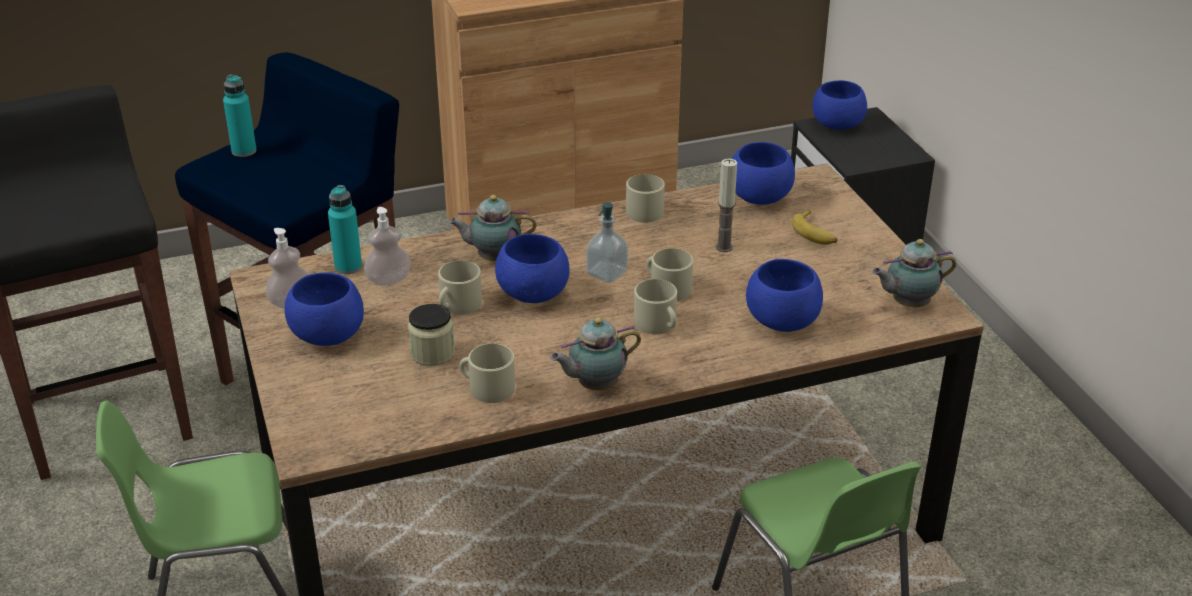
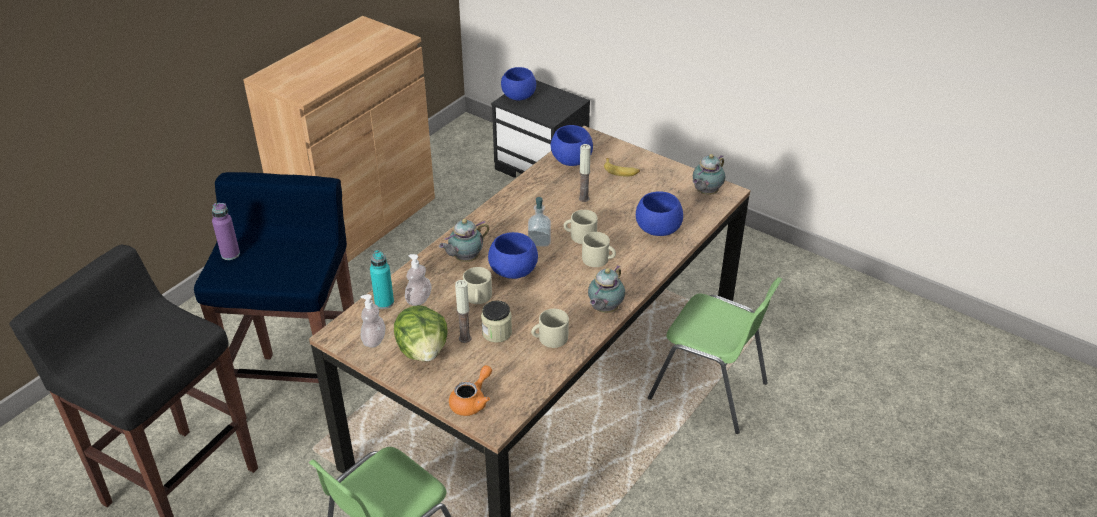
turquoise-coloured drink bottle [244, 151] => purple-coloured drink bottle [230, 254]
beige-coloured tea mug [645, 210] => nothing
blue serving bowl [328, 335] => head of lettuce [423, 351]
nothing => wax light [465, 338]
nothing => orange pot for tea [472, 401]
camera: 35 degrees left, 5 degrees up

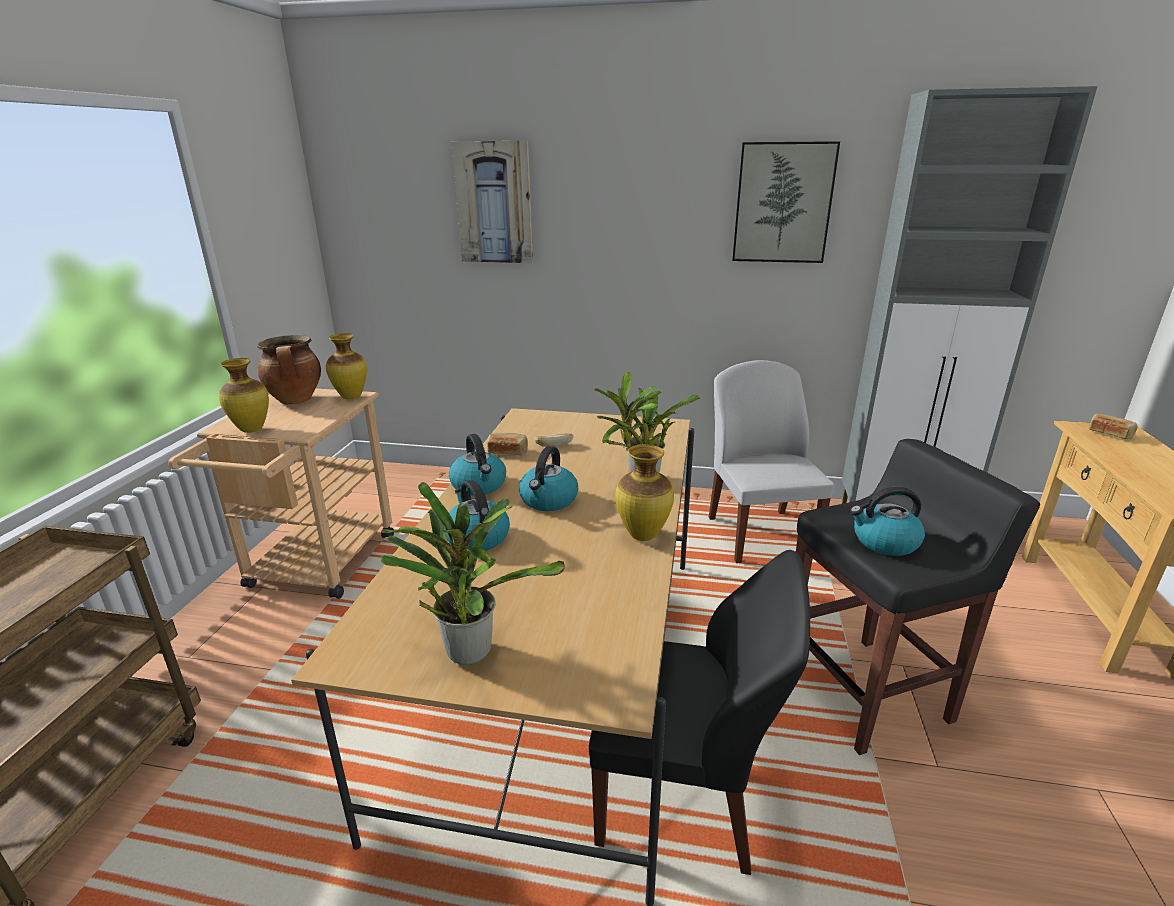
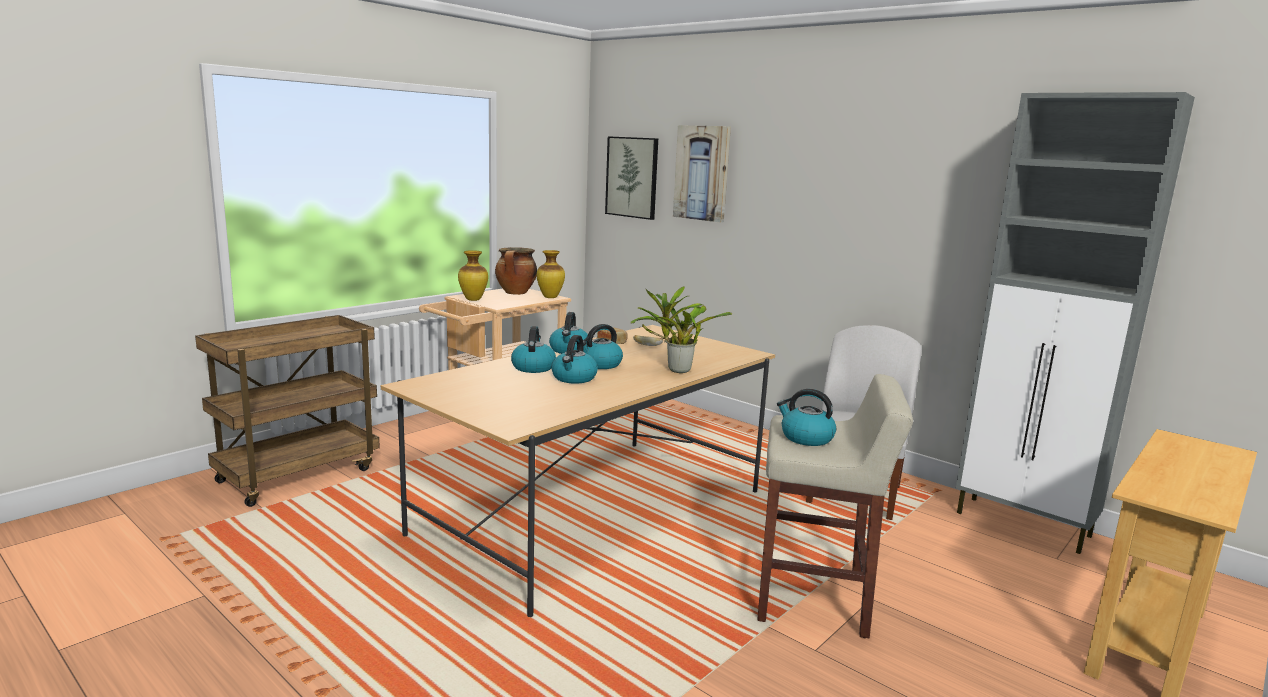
picture [783, 203] => picture [632, 177], shifted
bakery bread [1109, 433] => nothing
black-coloured sitting stool [866, 692] => beige-coloured sitting stool [814, 598]
decorative vase [642, 536] => nothing
houseplant [467, 648] => nothing
black-coloured upright chair [682, 796] => nothing
nothing => water kettle [574, 378]
camera: 30 degrees right, 10 degrees down

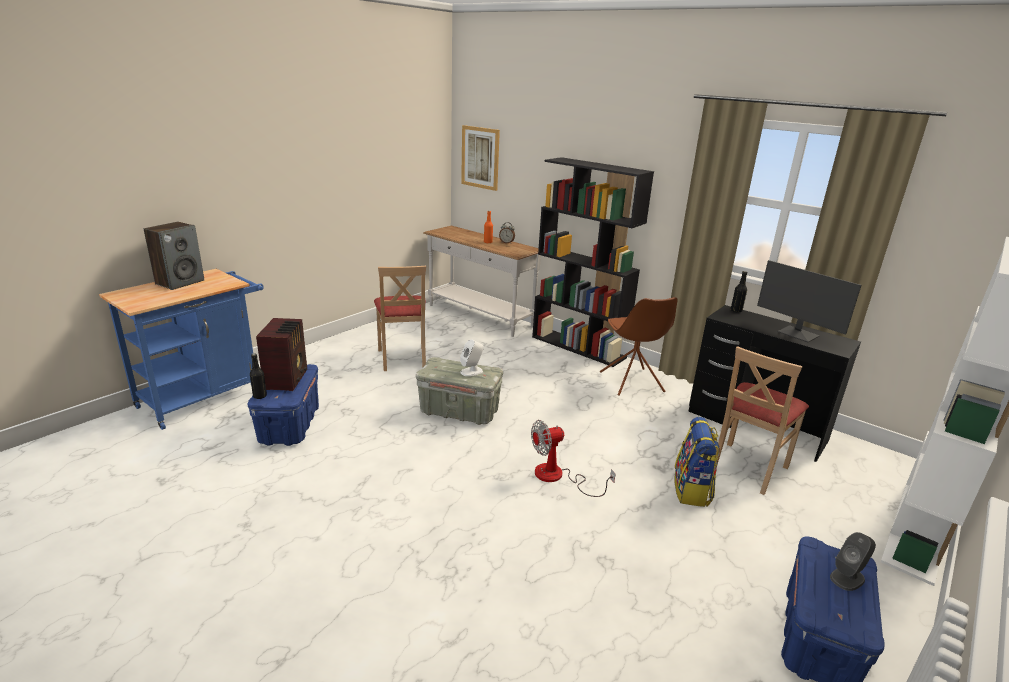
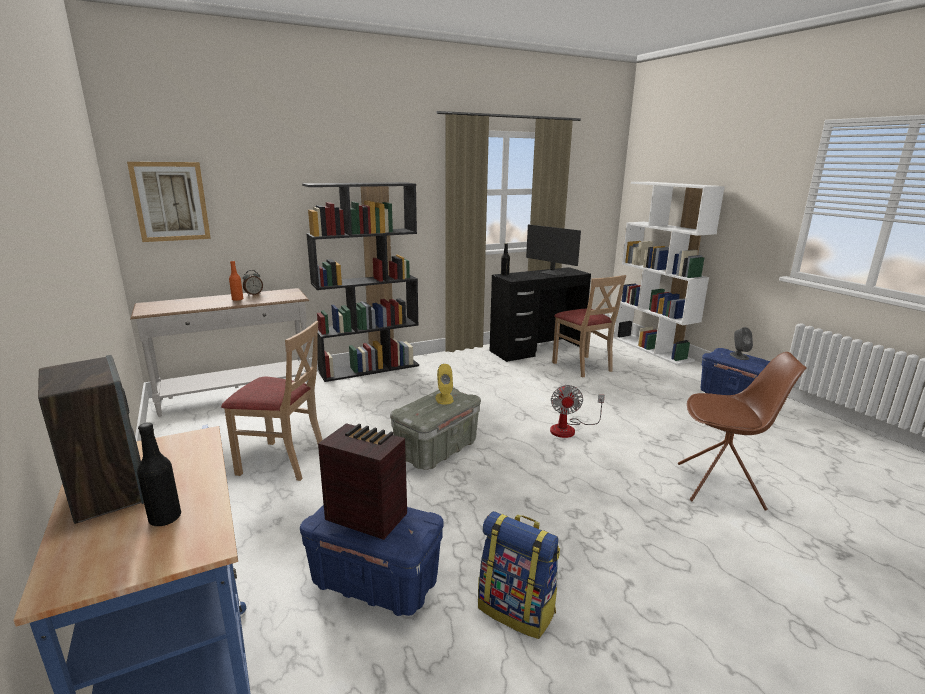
computer screen [797, 334] => computer screen [552, 273], 60 degrees clockwise
brown upright chair [631, 382] => brown upright chair [721, 486], shifted
white-coloured loudspeaker [472, 371] => yellow-coloured loudspeaker [444, 398]
black-coloured drink bottle [260, 396] => black-coloured drink bottle [165, 518], shifted
rucksack [692, 490] => rucksack [517, 610], shifted
camera: 65 degrees left, 5 degrees down

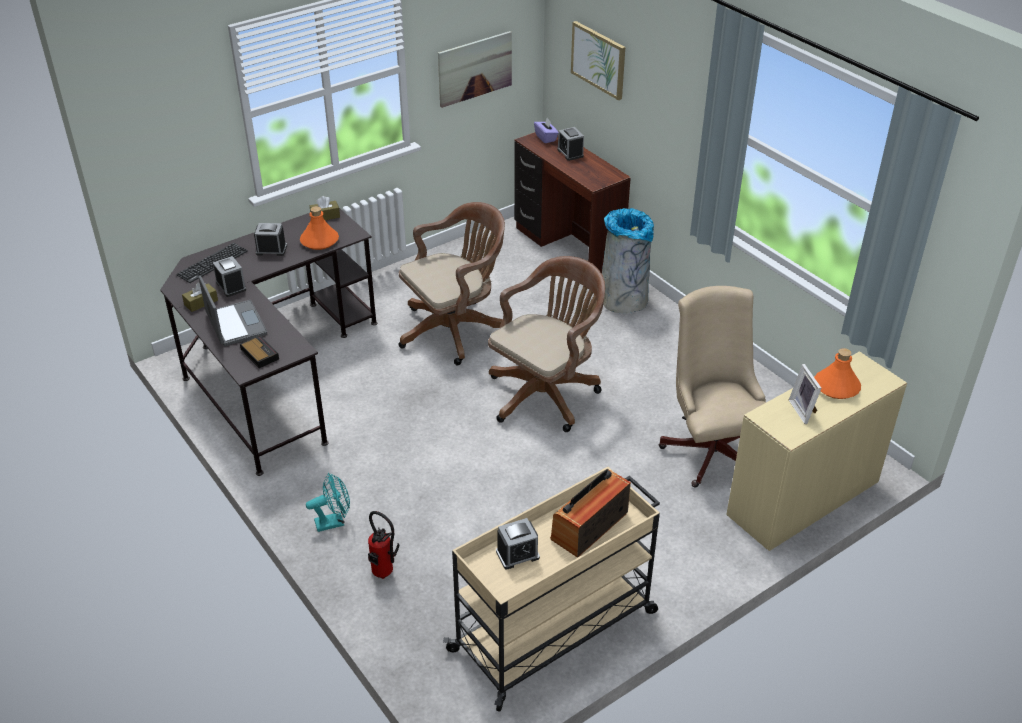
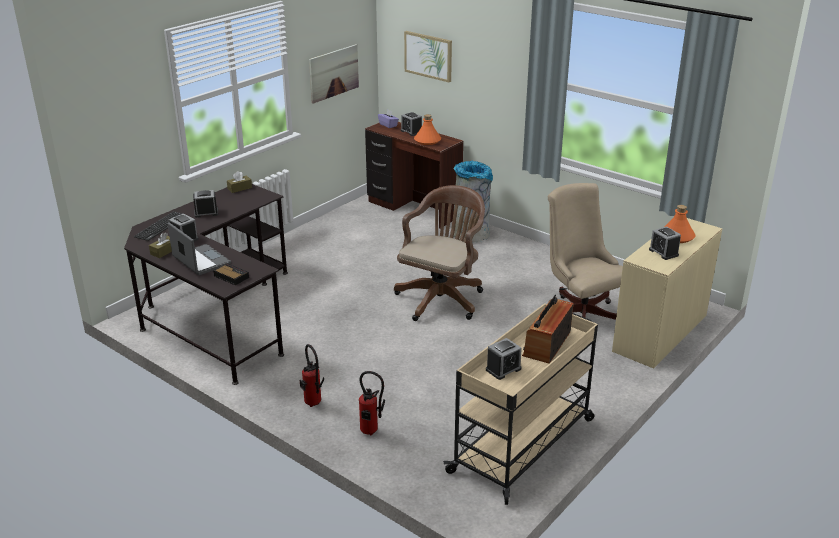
brown computer chair [455, 329] => nothing
orange drink bottle [320, 241] => orange drink bottle [427, 141], shifted
photo frame [804, 411] => table clock [663, 252]
turquoise-coloured fan [334, 522] => fire-fighting cylinder [313, 405]
camera: 15 degrees left, 10 degrees down

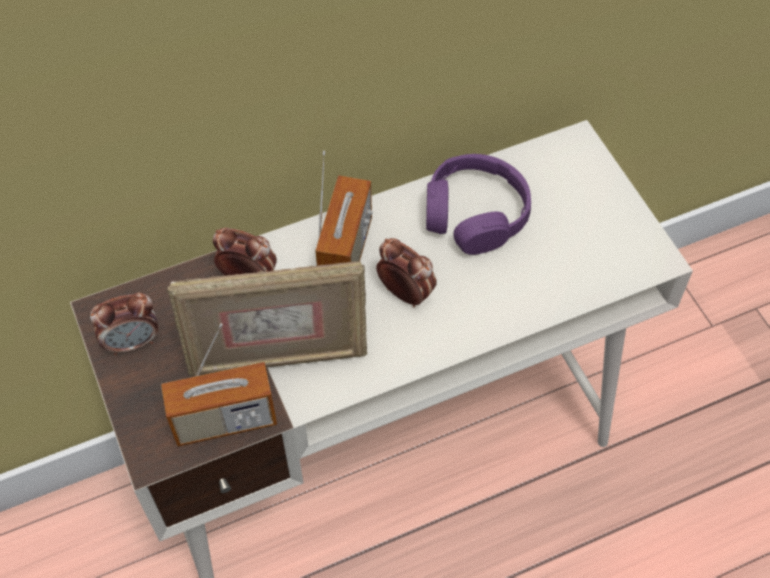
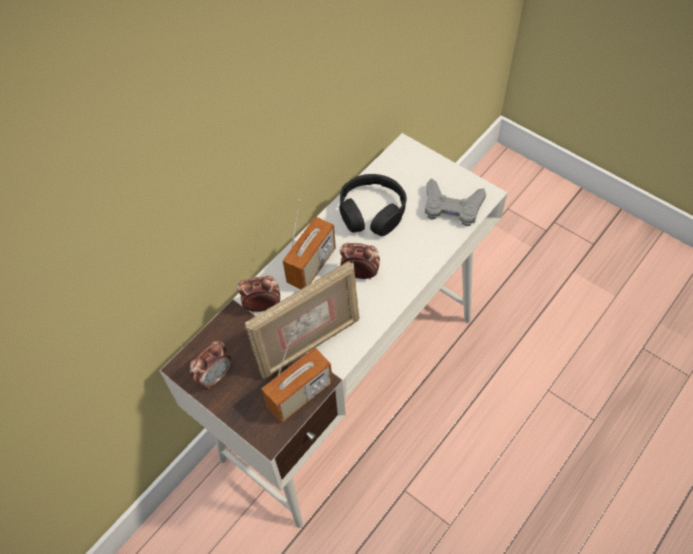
radio [346, 252] => radio [311, 266], 45 degrees clockwise
purple-coloured headphones [474, 214] => black-coloured headphones [372, 212]
nothing => gray joypad [452, 207]
camera: 25 degrees left, 0 degrees up

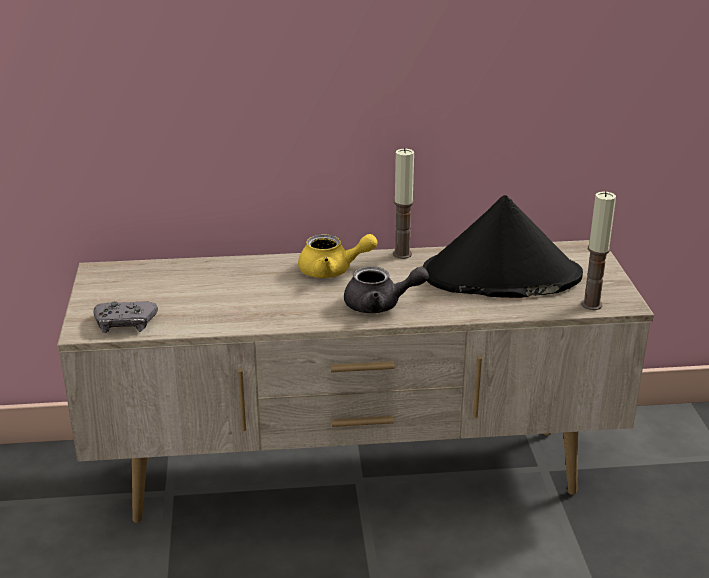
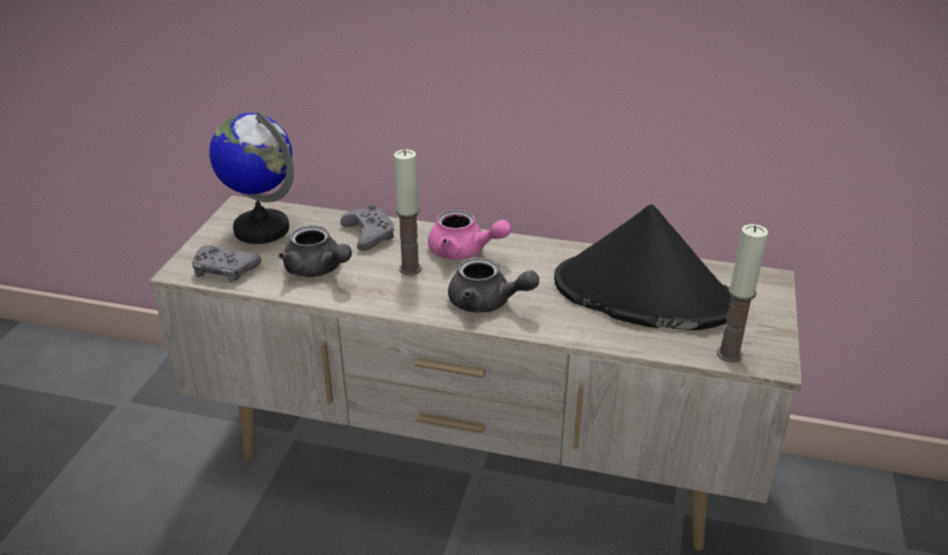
wax light [402, 254] => wax light [410, 269], shifted
yellow-coloured pot for tea [332, 271] => pinkish pot for tea [464, 251]
nothing => globe [261, 229]
nothing => gray joypad [369, 234]
nothing => gray pot for tea [318, 270]
camera: 20 degrees right, 5 degrees up

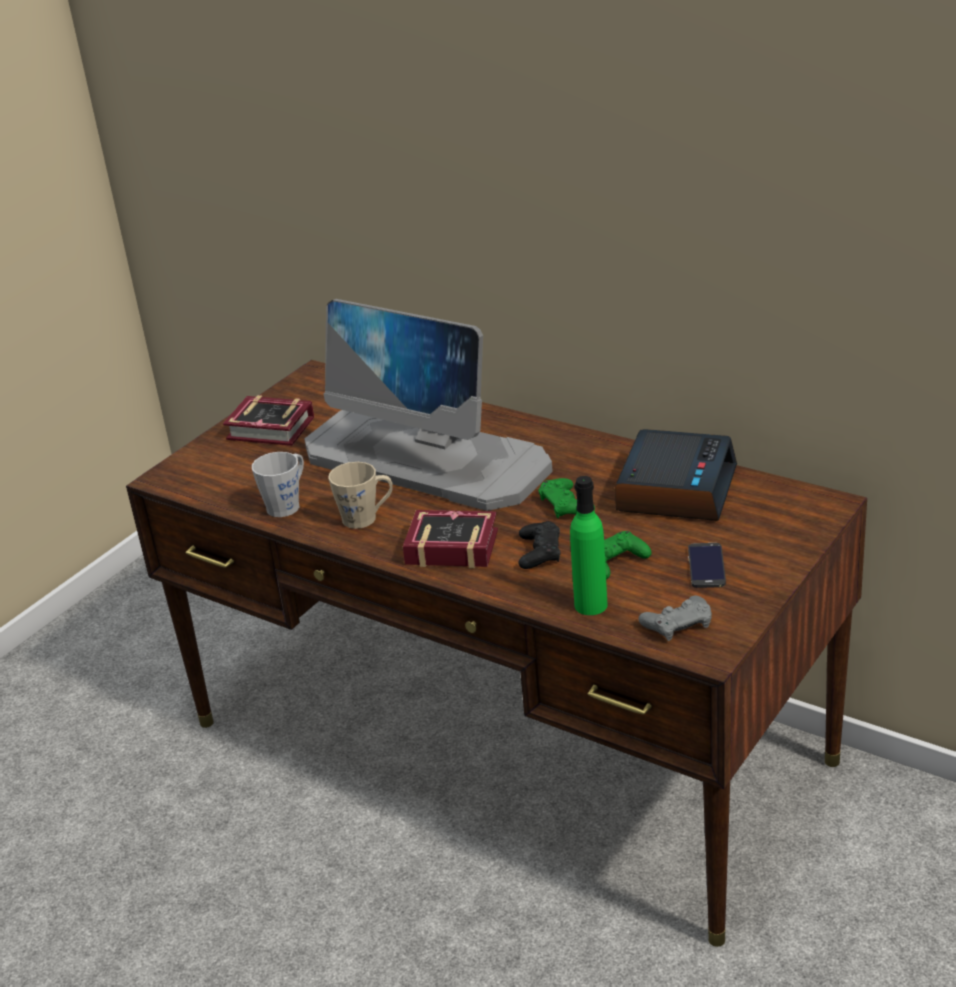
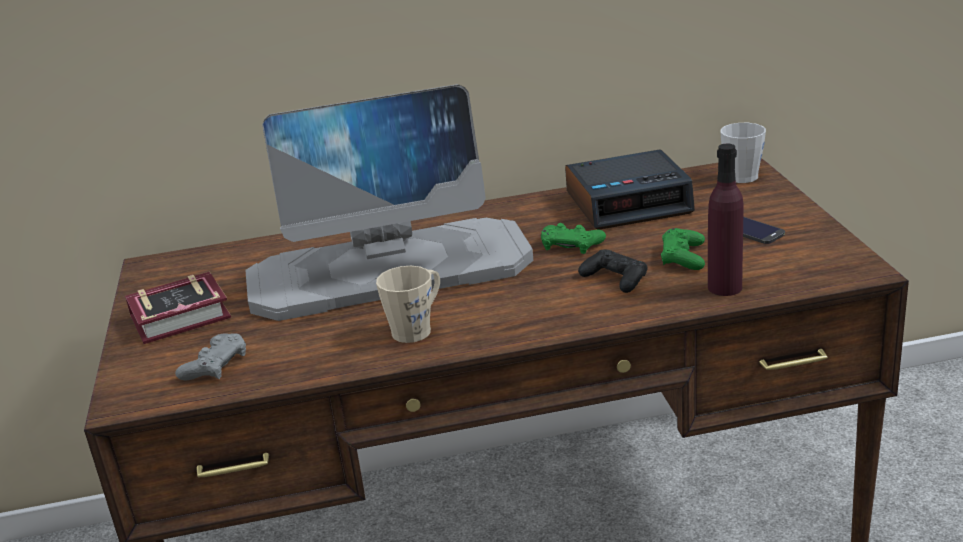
table clock [675, 488] => table clock [629, 202], 105 degrees clockwise
gray tea mug [287, 504] => gray tea mug [739, 174], shifted
green-coloured drink bottle [590, 605] => purple-coloured drink bottle [724, 287]
bound book [448, 545] => nothing
gray joypad [678, 624] => gray joypad [215, 365], shifted
camera: 45 degrees left, 5 degrees down

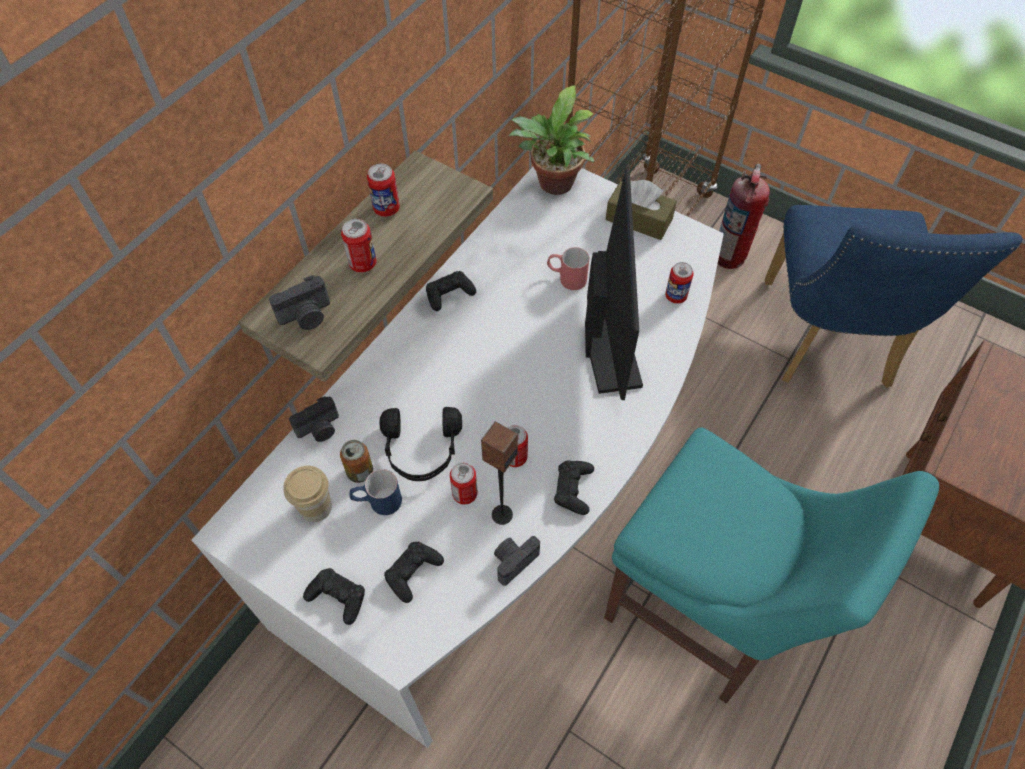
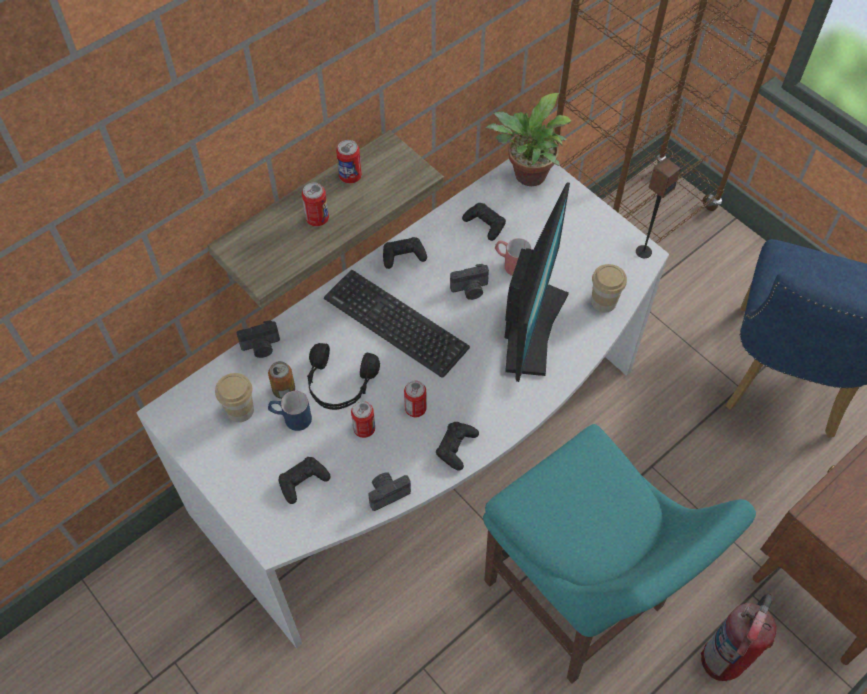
fire-fighting cylinder [729, 256] => fire-fighting cylinder [722, 660], shifted
brown tissue holder [639, 219] => nothing
metal can [675, 296] => drinking cup [603, 302]
still camera [307, 316] => still camera [470, 290], shifted
loudspeaker [501, 514] => loudspeaker [643, 251], shifted
black-coloured joypad [337, 597] => black-coloured joypad [485, 224], shifted
nothing => keyboard [395, 323]
camera: 15 degrees right, 0 degrees up

